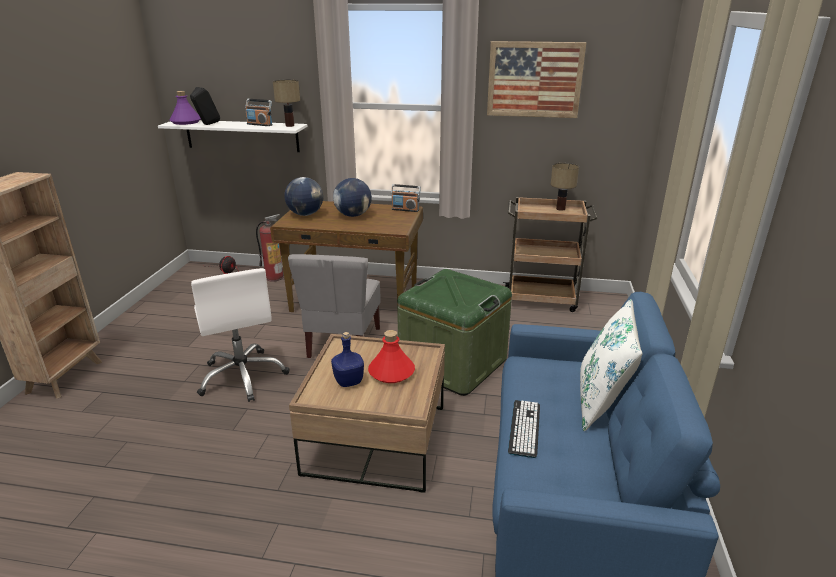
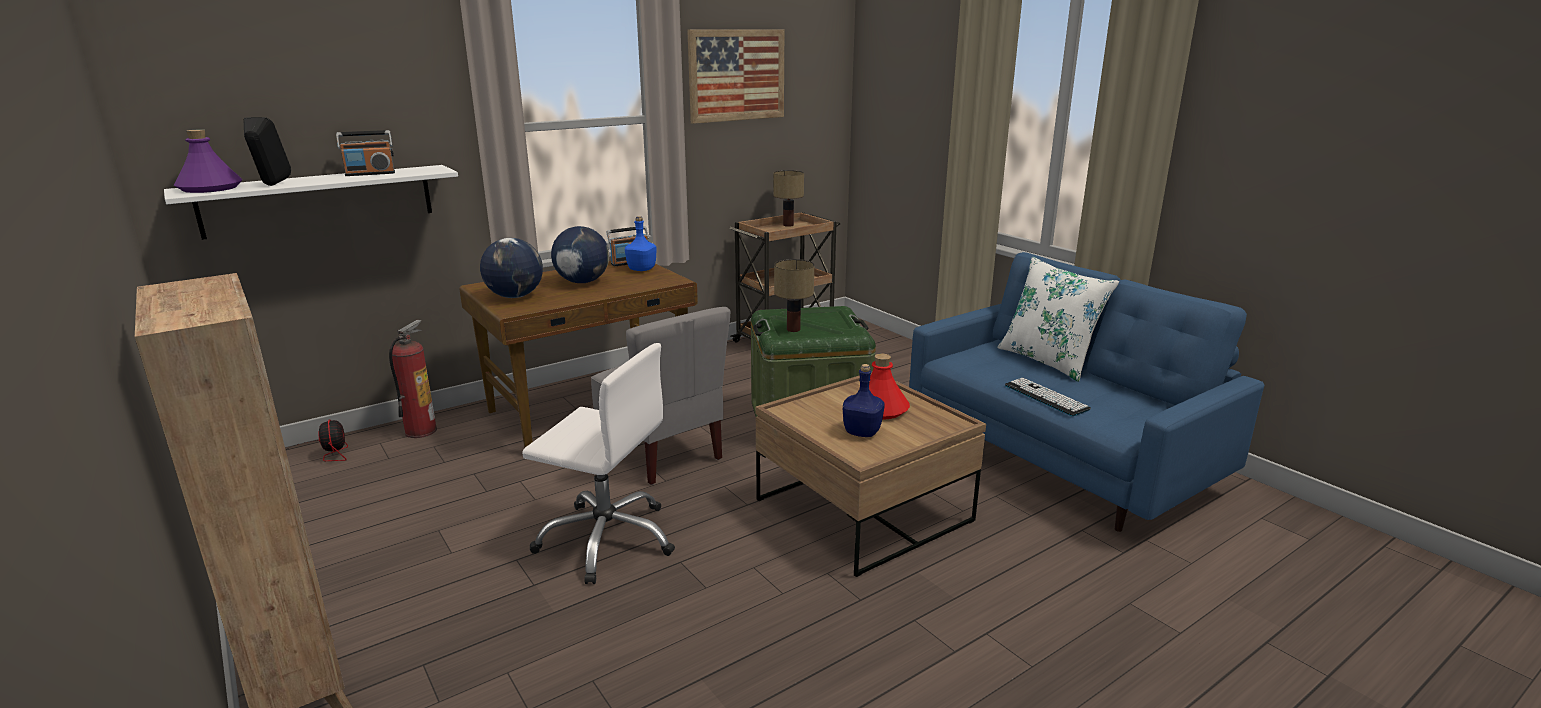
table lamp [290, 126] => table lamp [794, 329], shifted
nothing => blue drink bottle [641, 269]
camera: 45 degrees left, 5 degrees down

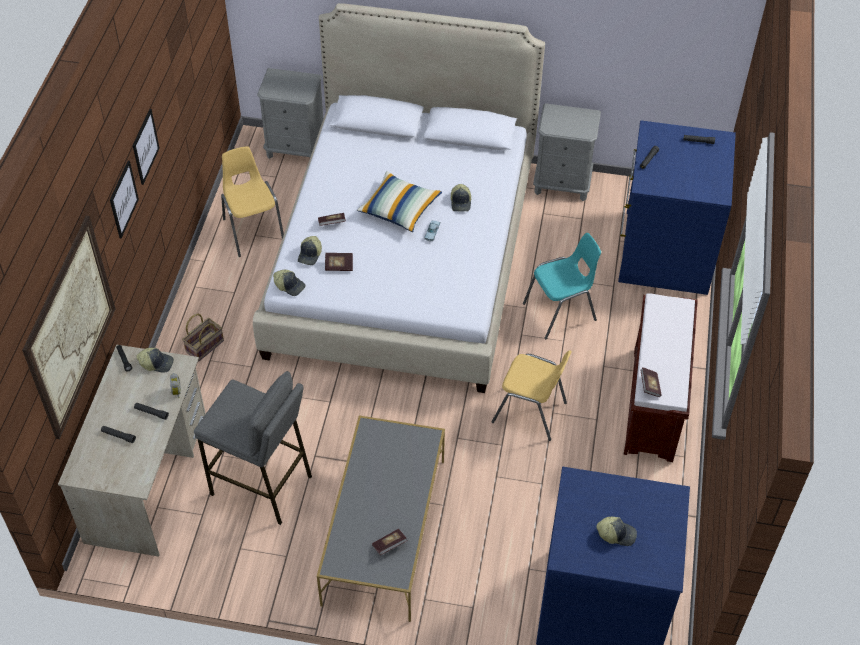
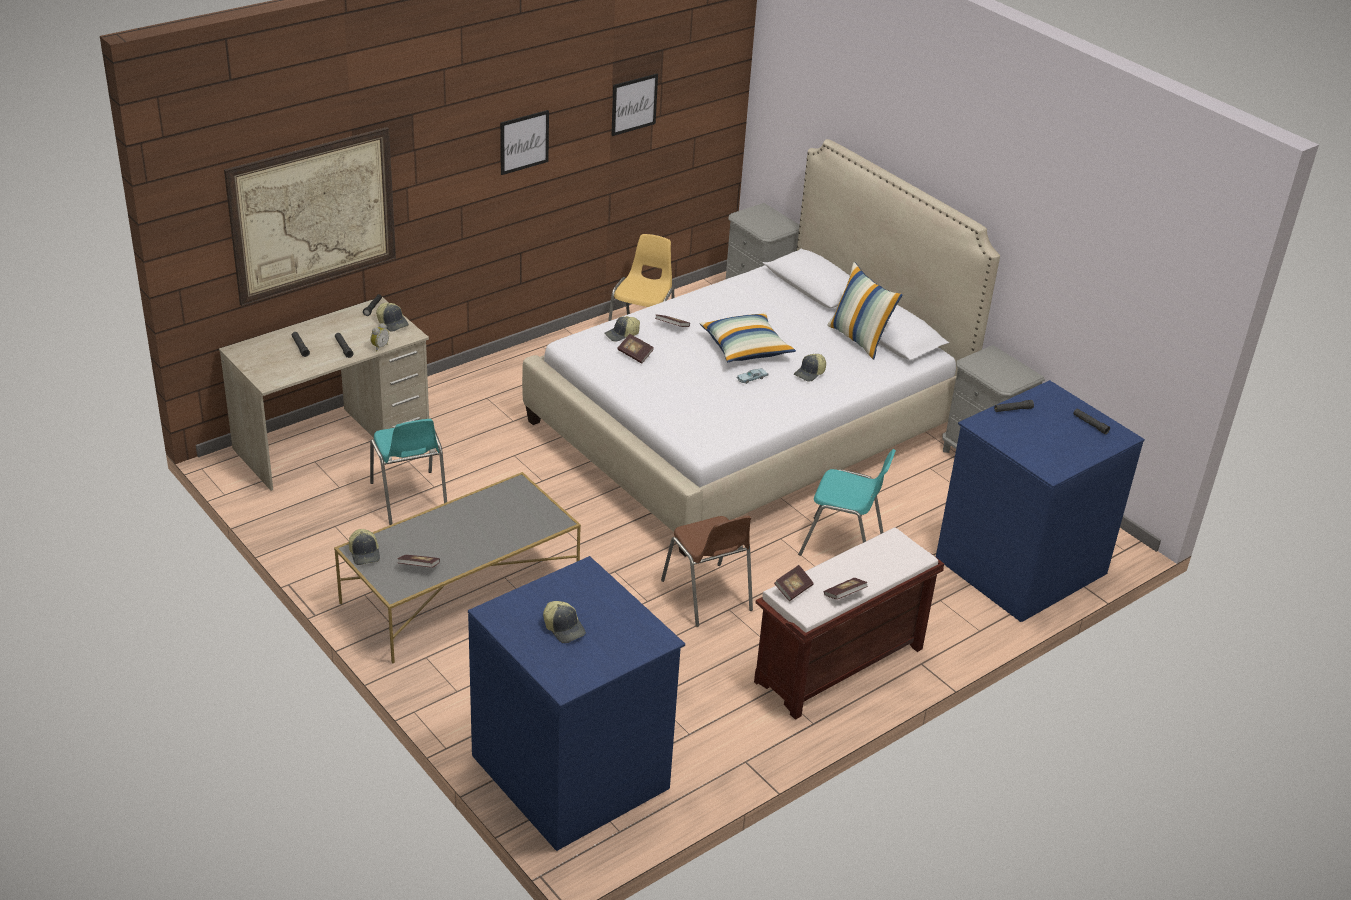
picture [123, 199] => picture [634, 104], shifted
baseball cap [289, 285] => baseball cap [365, 553], shifted
household basket [205, 345] => nothing
yellow-coloured upright chair [530, 412] => brown upright chair [707, 596]
gray sitting stool [262, 485] => turquoise-coloured upright chair [409, 498]
nothing => throw pillow [859, 339]
nothing => bound book [844, 595]
camera: 40 degrees right, 15 degrees down

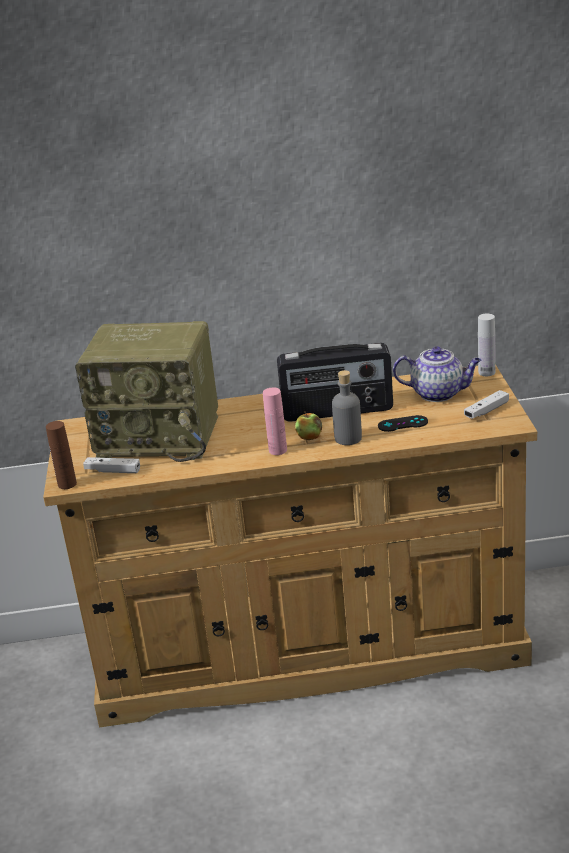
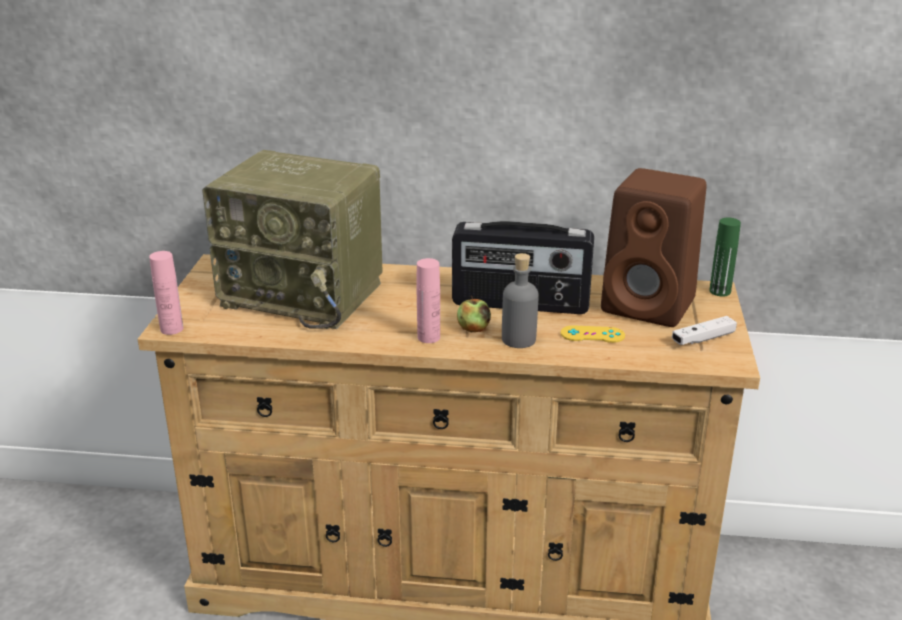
white-coloured drink bottle [486, 372] => green-coloured drink bottle [720, 291]
pot for tea [439, 393] => brown loudspeaker [651, 306]
black-coloured joypad [403, 424] => yellow-coloured joypad [592, 334]
brown drink bottle [67, 484] => pinkish drink bottle [171, 329]
white-coloured joypad [113, 471] => nothing
camera: 10 degrees right, 0 degrees up

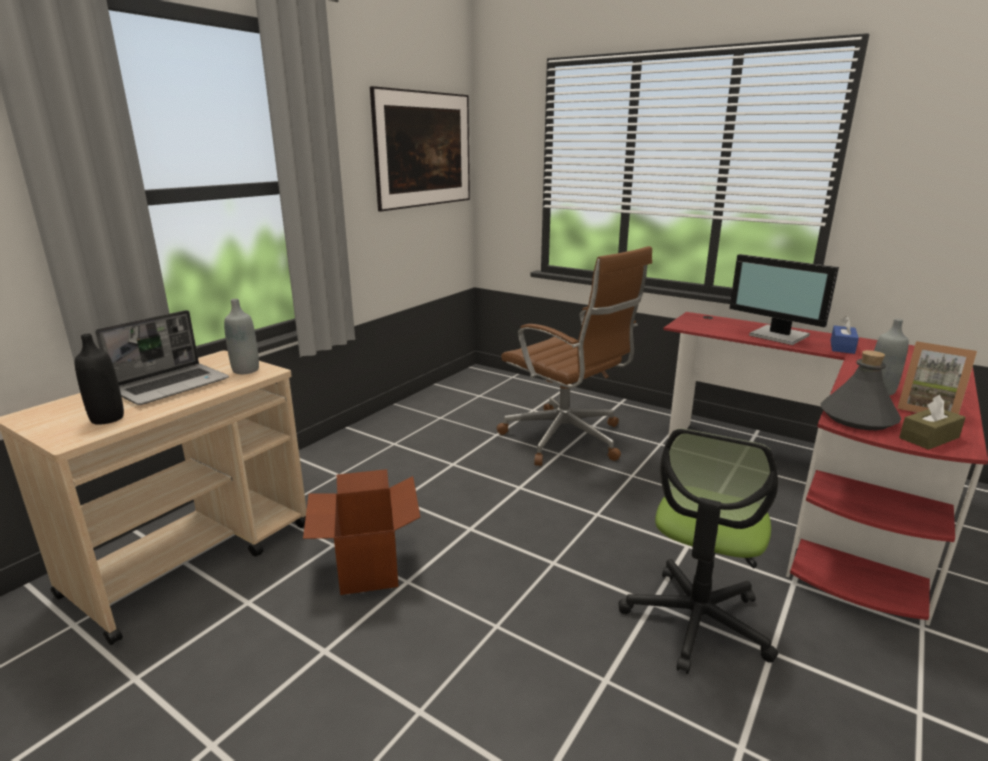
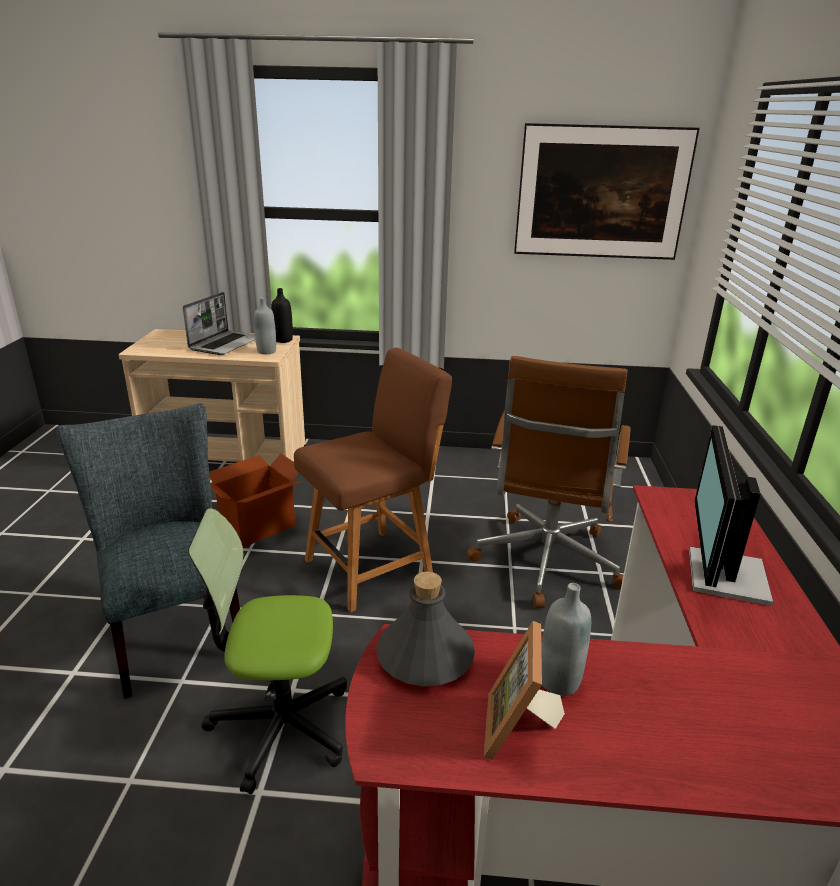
portable computer [172, 385] => portable computer [225, 344], 75 degrees counterclockwise
blue tissue holder [842, 347] => nothing
black-coloured drink bottle [107, 418] => black-coloured drink bottle [283, 340], shifted
brown tissue holder [929, 438] => nothing
nothing => brown upright chair [372, 567]
nothing => gray upright chair [174, 629]
camera: 60 degrees right, 5 degrees up

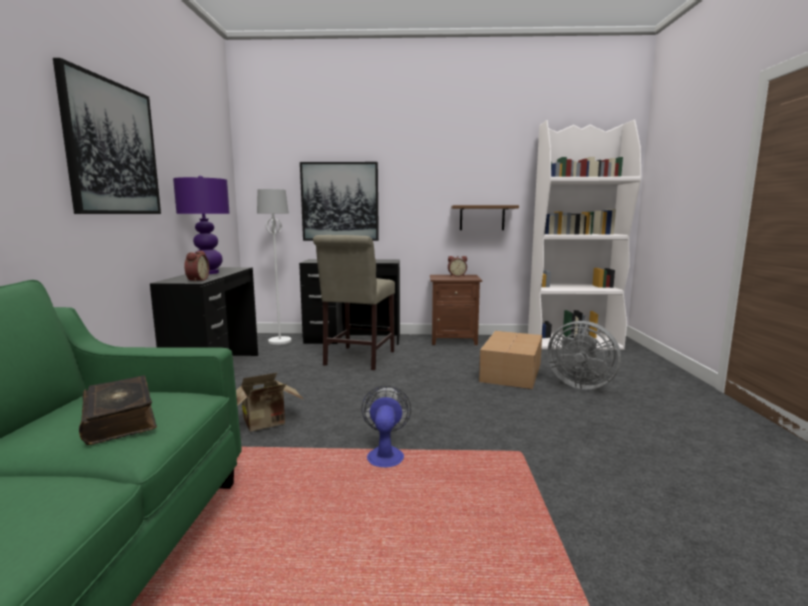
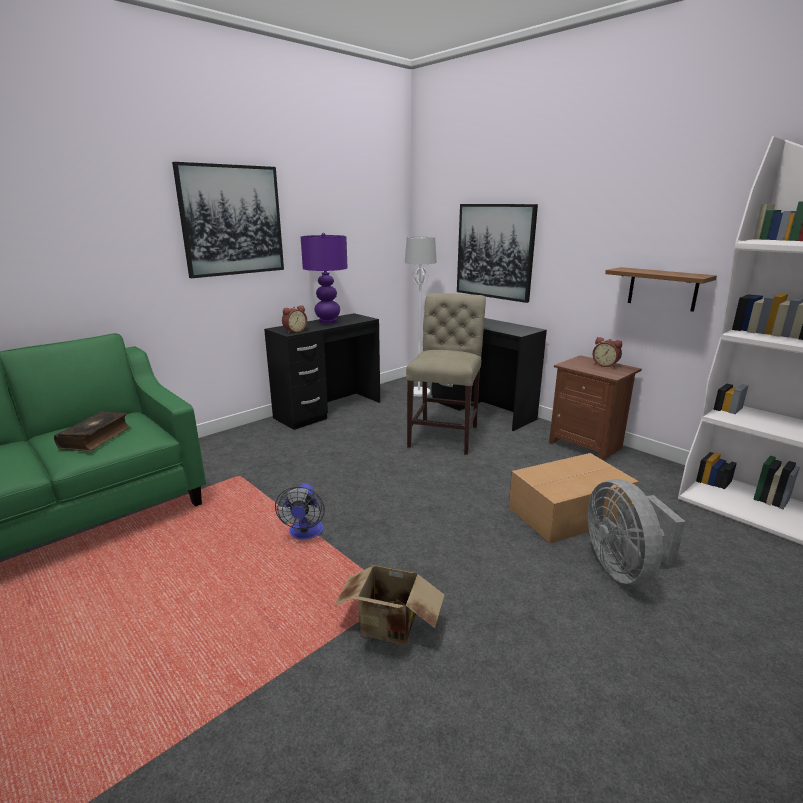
beige-coloured upright chair [357, 359] => beige-coloured upright chair [445, 434], 135 degrees clockwise
packing box [266, 423] => packing box [389, 629], shifted
fan [385, 453] => fan [305, 533], 135 degrees clockwise
camera: 45 degrees right, 10 degrees up

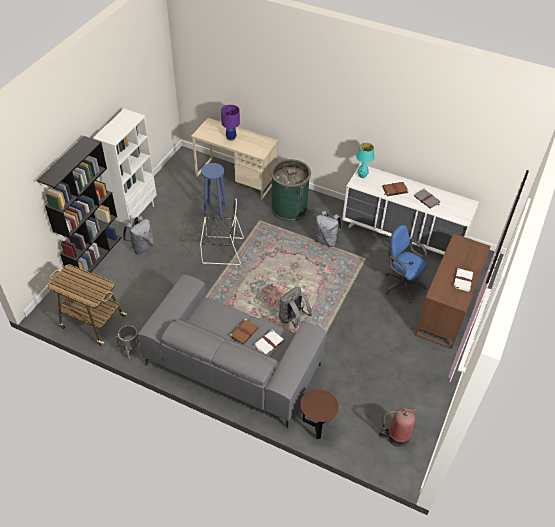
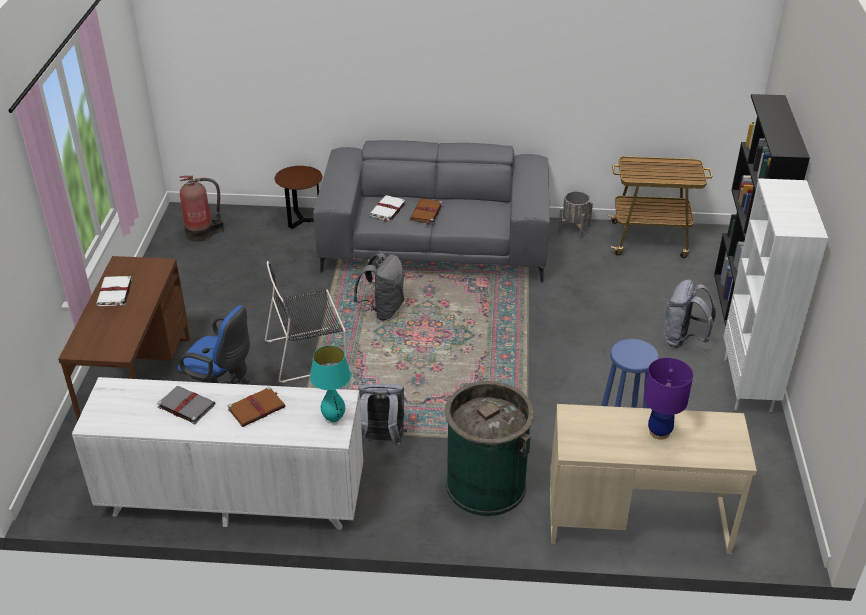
black-coloured upright chair [221, 250] => black-coloured upright chair [308, 354], shifted
camera: 160 degrees right, 10 degrees down

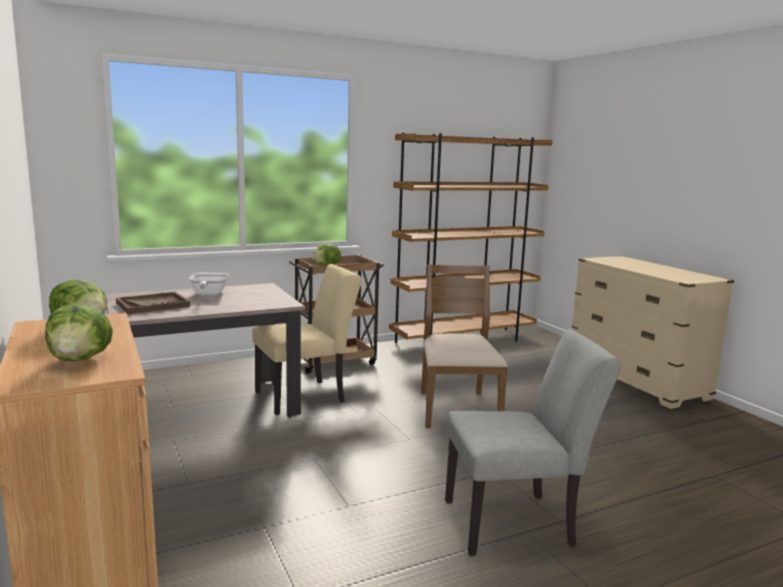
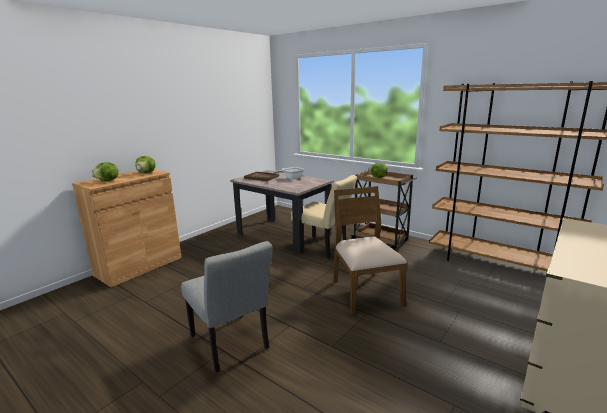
brown upright chair [457, 408] => brown upright chair [364, 292], 75 degrees counterclockwise
camera: 65 degrees right, 5 degrees up

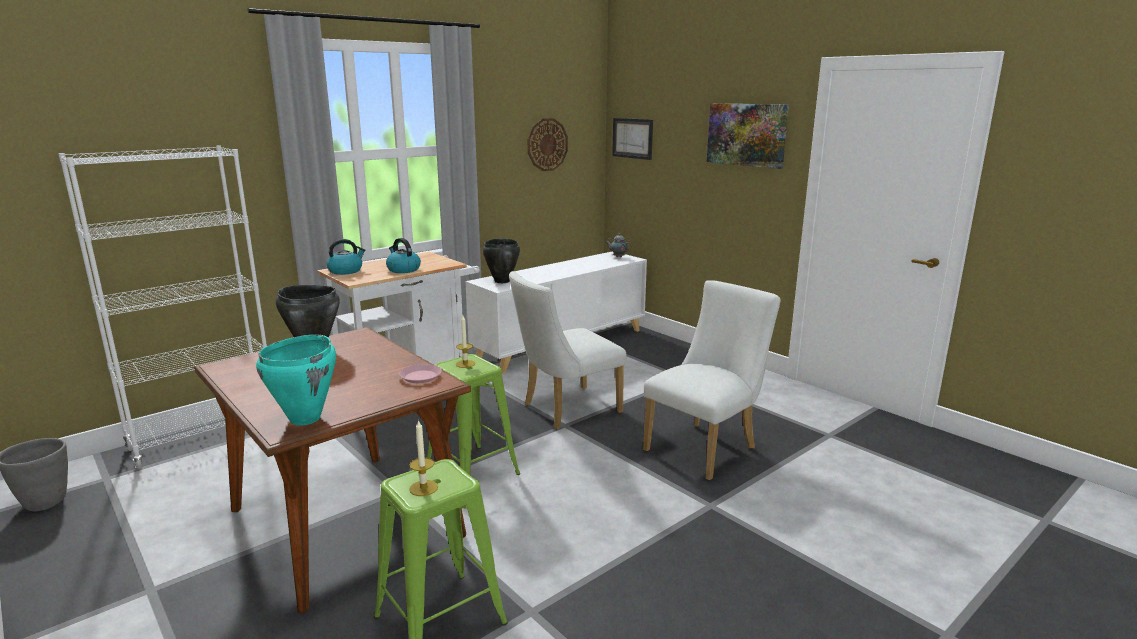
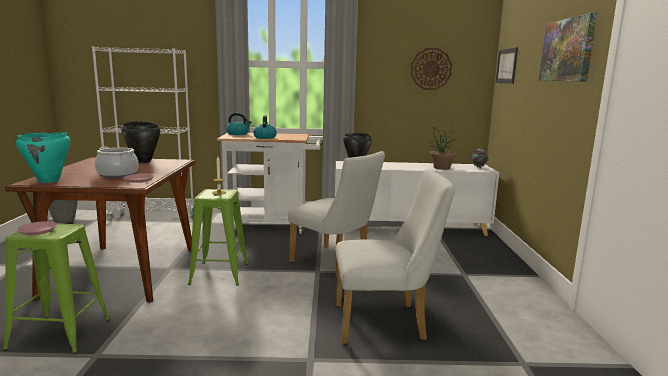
white-coloured upright chair [565, 410] => white-coloured upright chair [335, 263], 150 degrees counterclockwise
wax light [423, 488] => pinkish dinner plate [37, 231]
nothing => houseplant [441, 168]
nothing => cooking pot [118, 174]
camera: 40 degrees right, 5 degrees down

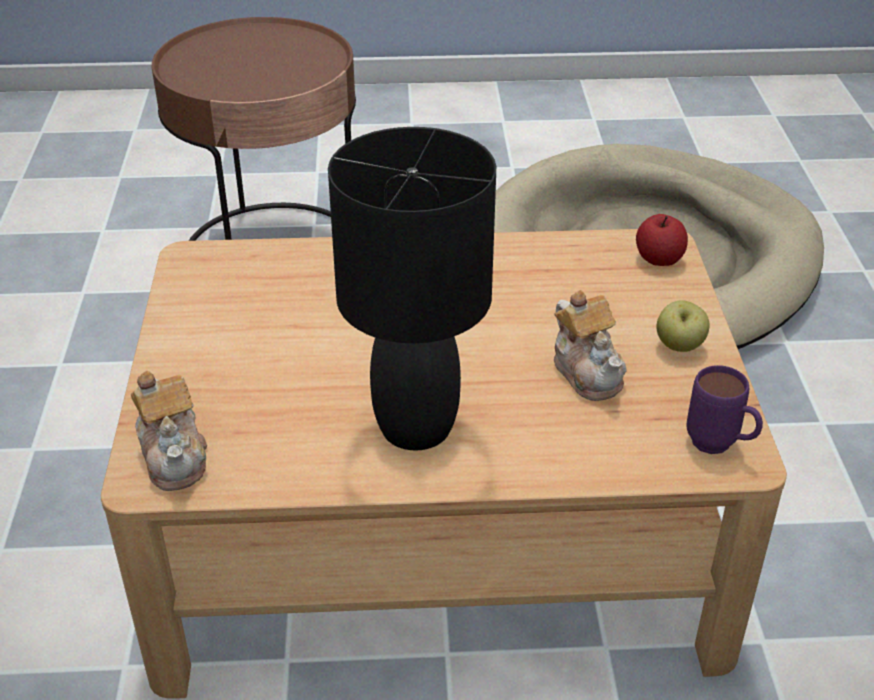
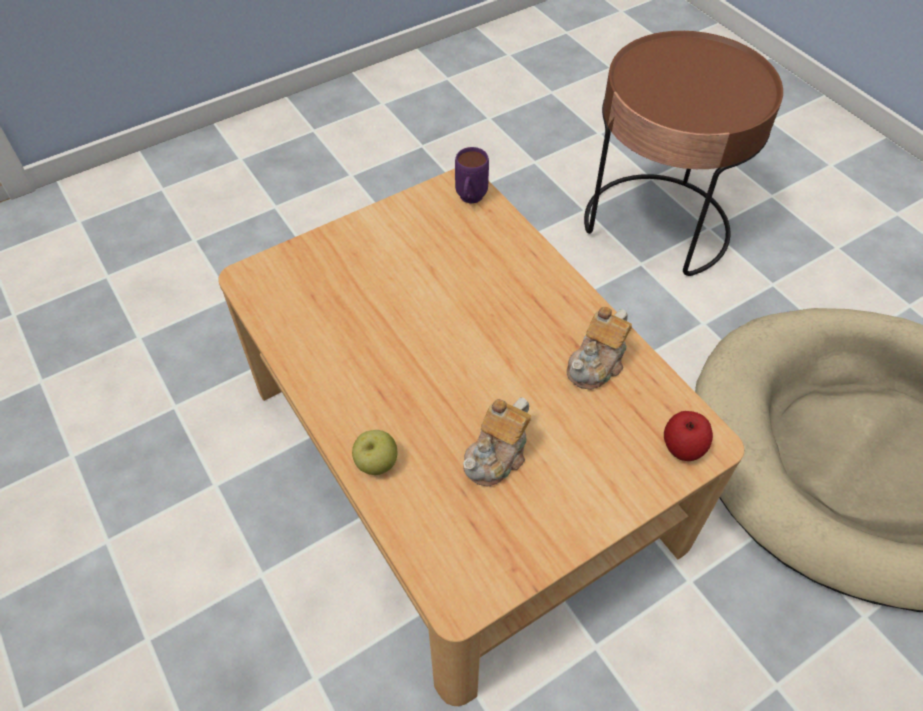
black-coloured table lamp [414, 427] => nothing
whole apple [679, 347] => whole apple [376, 463], shifted
purple-coloured tea mug [719, 447] => purple-coloured tea mug [469, 200], shifted
pot for tea [174, 456] => pot for tea [597, 364], shifted
camera: 60 degrees right, 15 degrees up

